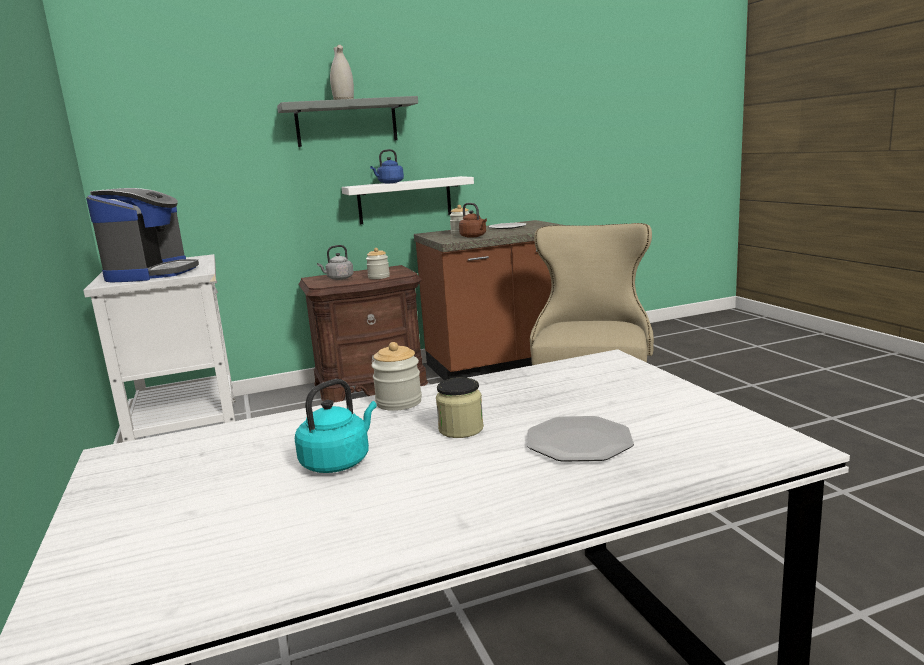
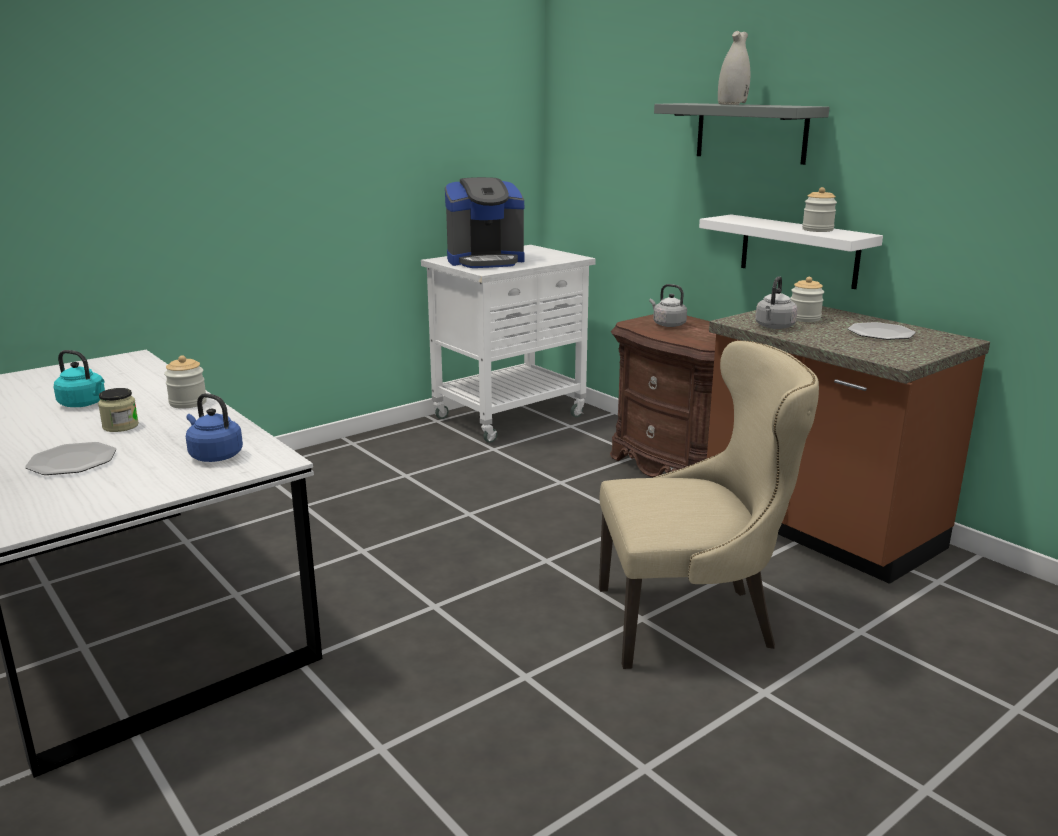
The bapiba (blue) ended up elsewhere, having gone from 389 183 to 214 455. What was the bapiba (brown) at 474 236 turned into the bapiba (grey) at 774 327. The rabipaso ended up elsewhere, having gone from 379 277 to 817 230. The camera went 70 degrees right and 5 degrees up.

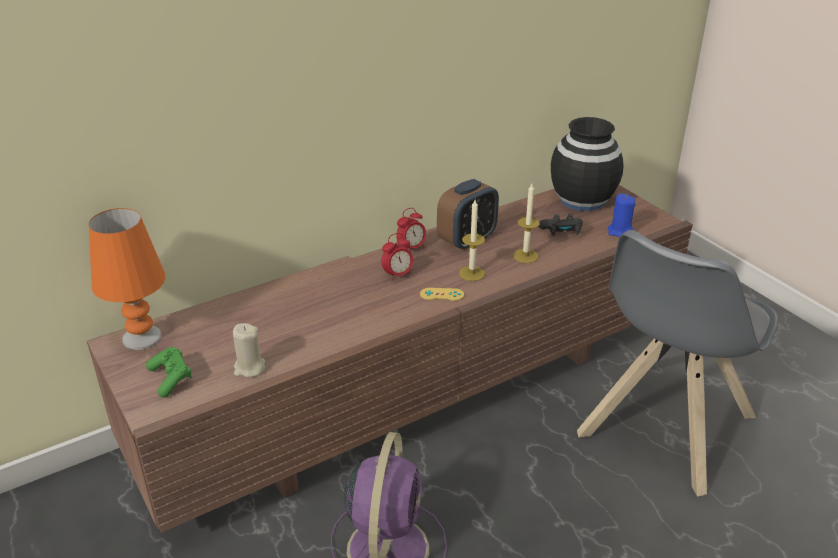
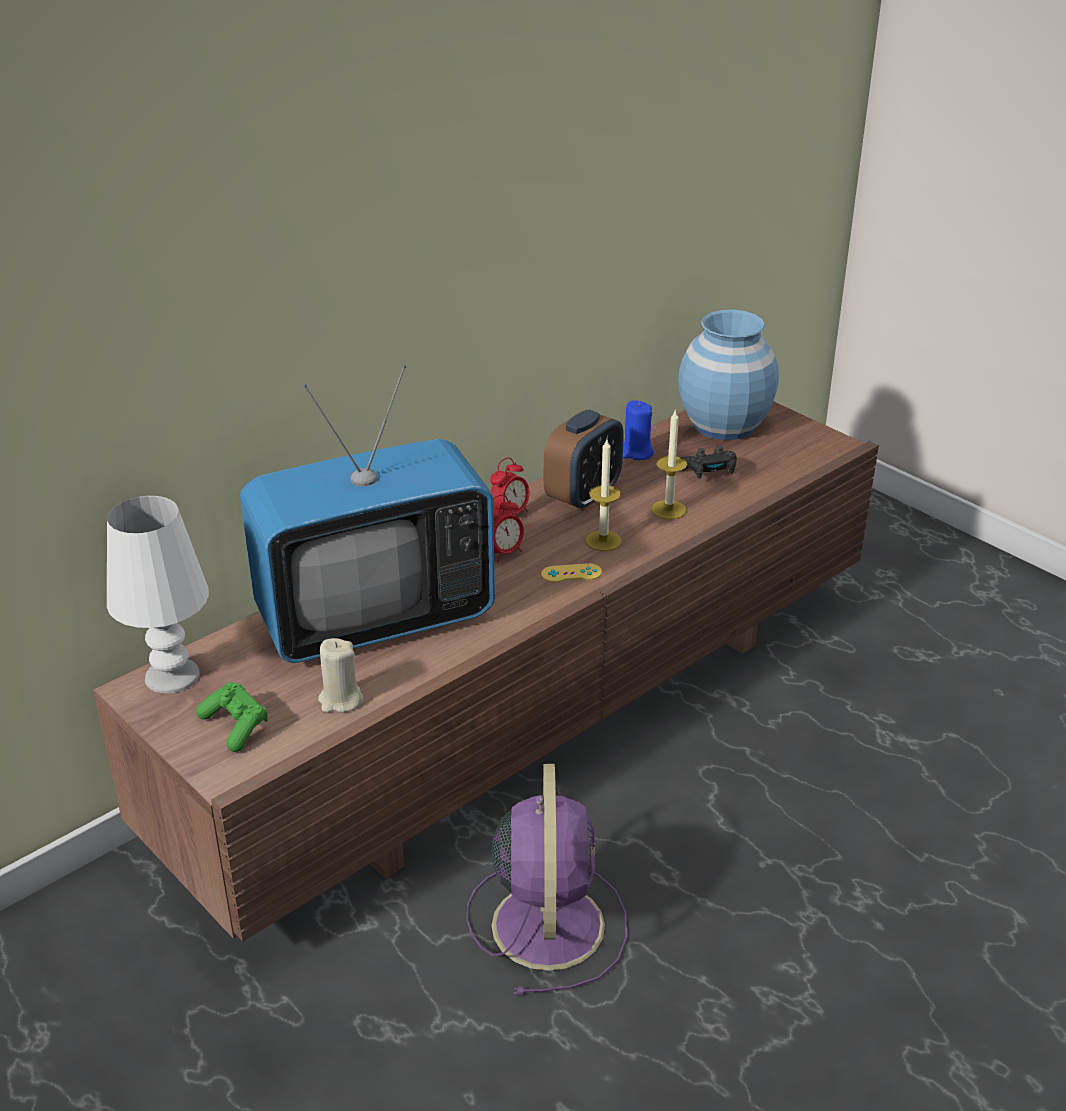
What was the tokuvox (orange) at 142 337 turned into the tokuvox (white) at 173 676. The second view gained the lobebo at 375 619. The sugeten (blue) ended up elsewhere, having gone from 620 232 to 636 452. What was the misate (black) at 582 199 turned into the misate (blue) at 724 424. The second view lost the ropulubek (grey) at 664 428. The camera went 10 degrees left and 0 degrees up.

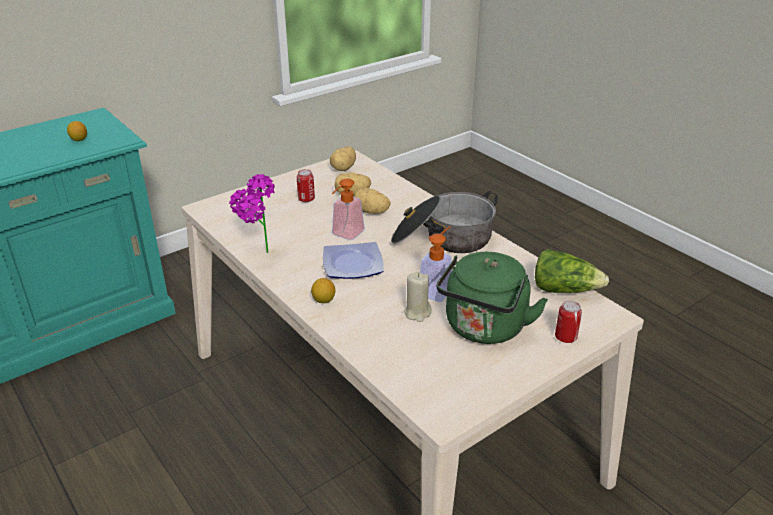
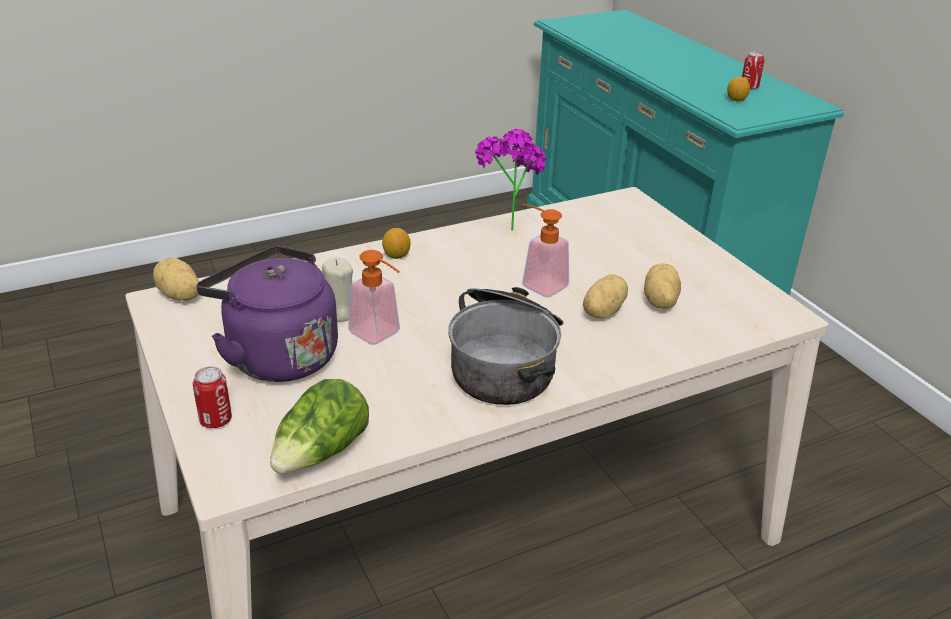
The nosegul ended up elsewhere, having gone from 344 168 to 179 296. What was the bapiba (green) at 484 329 turned into the bapiba (purple) at 277 355. The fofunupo ended up elsewhere, having gone from 306 199 to 749 87. The second view lost the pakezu at 351 264. The camera went 100 degrees right and 0 degrees up.

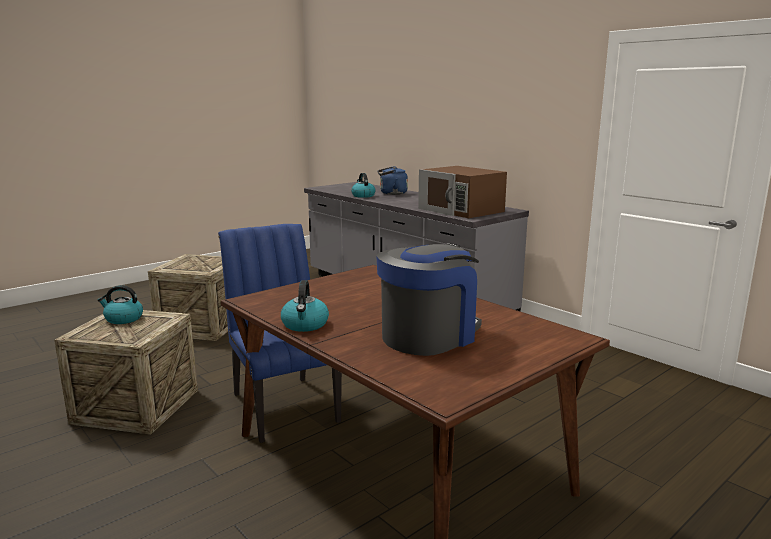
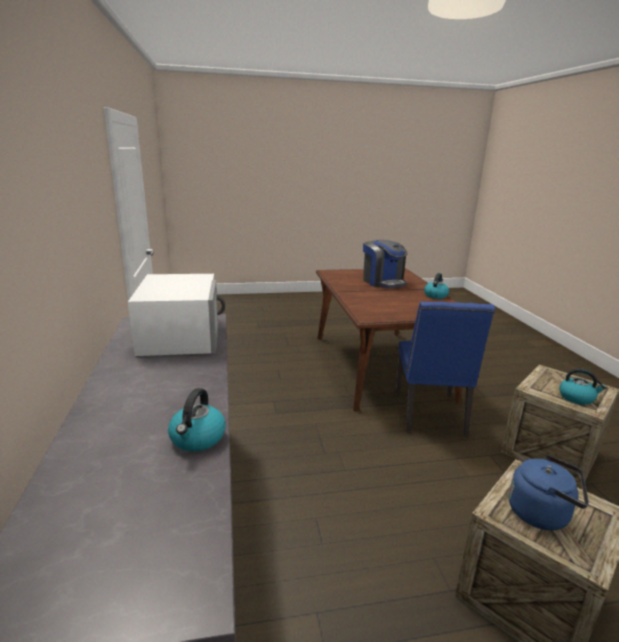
What was the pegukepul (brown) at 461 210 turned into the pegukepul (white) at 181 335. The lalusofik at 429 336 ended up facing another way, 105 degrees counterclockwise from before. The bapiba (blue) ended up elsewhere, having gone from 391 193 to 542 513. The camera went 150 degrees left and 5 degrees up.

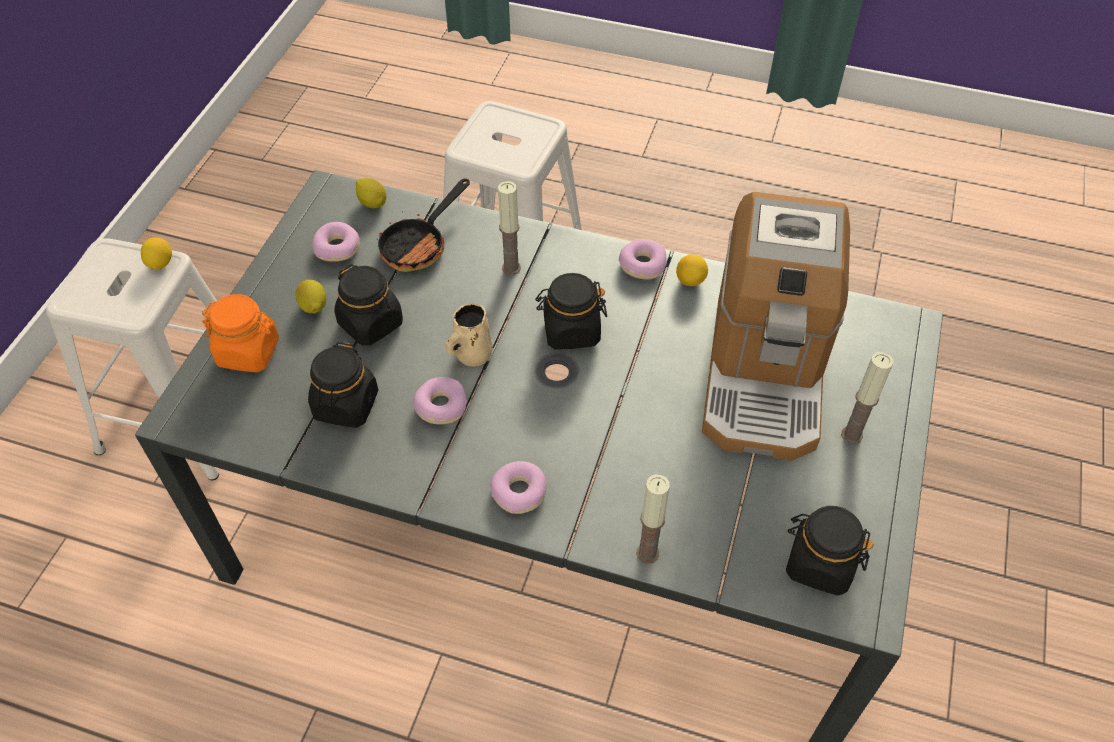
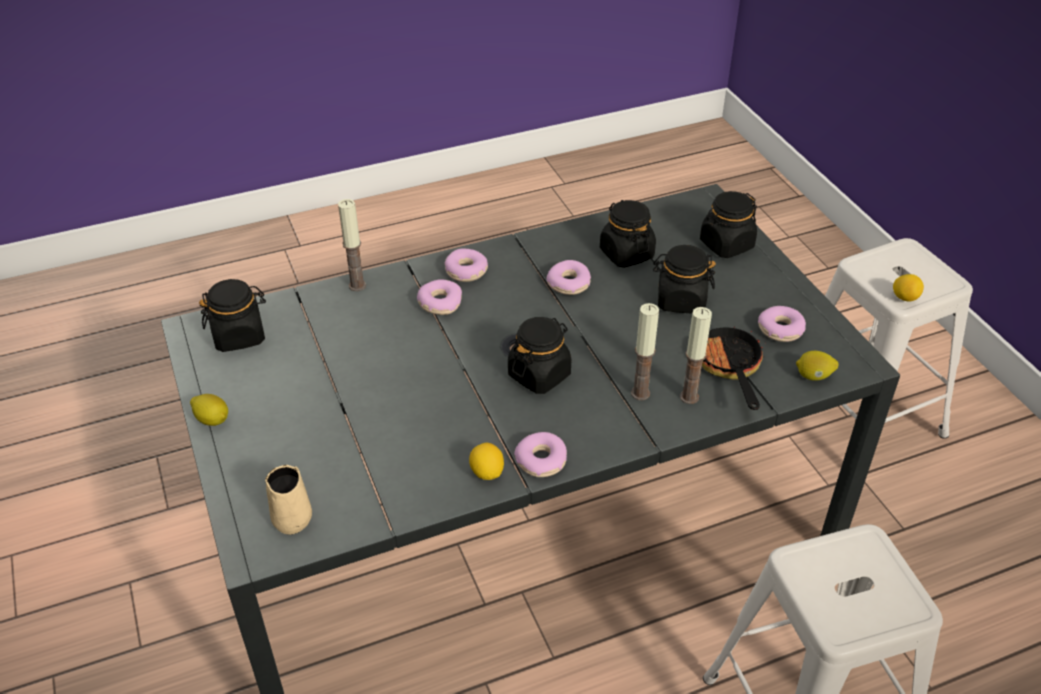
The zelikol ended up elsewhere, having gone from 313 307 to 212 420. The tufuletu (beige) ended up elsewhere, having gone from 471 355 to 293 518. The second view gained the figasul at 440 303. The sugeten ended up elsewhere, having gone from 852 435 to 689 397. What was the rabipaso (orange) at 249 352 turned into the rabipaso (black) at 726 245. The second view lost the lalusofik at 764 373. The camera went 140 degrees right and 10 degrees down.

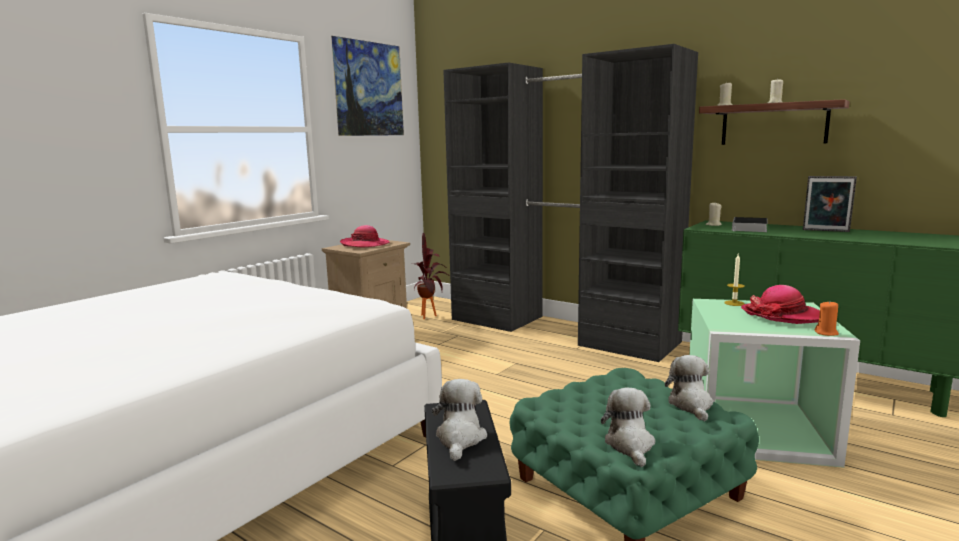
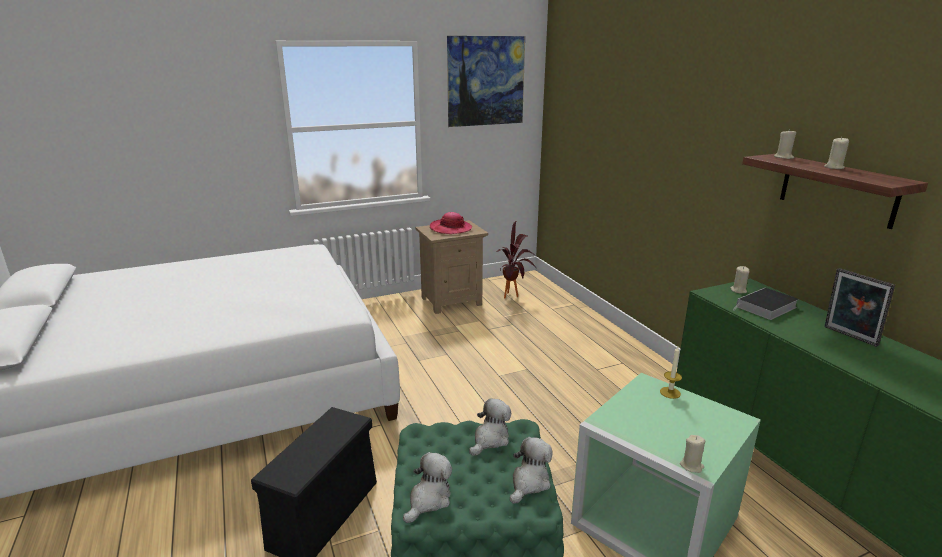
The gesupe ended up elsewhere, having gone from 460 438 to 490 439. What was the sugeten (orange) at 826 333 turned into the sugeten (beige) at 691 466. The second view lost the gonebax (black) at 559 330. The second view lost the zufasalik at 782 315. The camera went 30 degrees right and 10 degrees up.

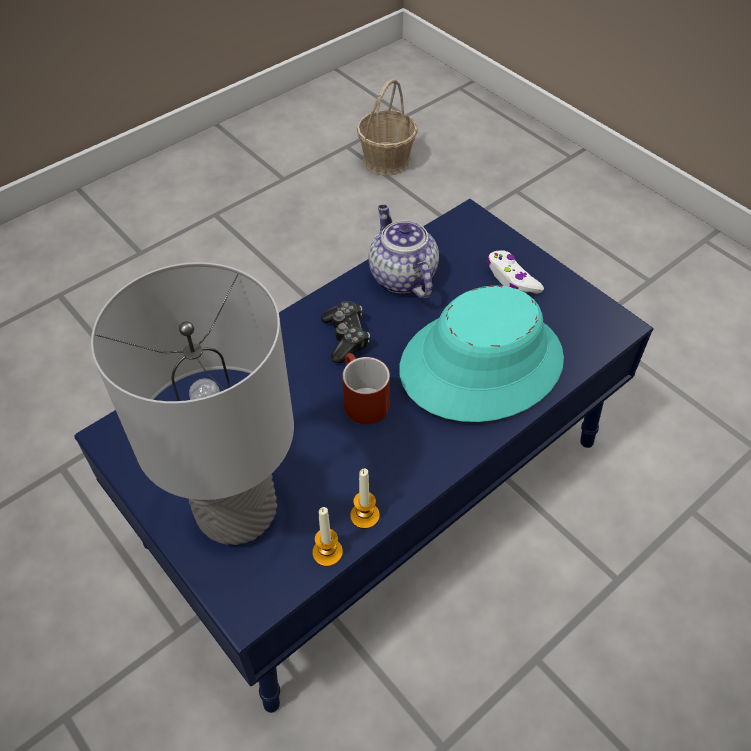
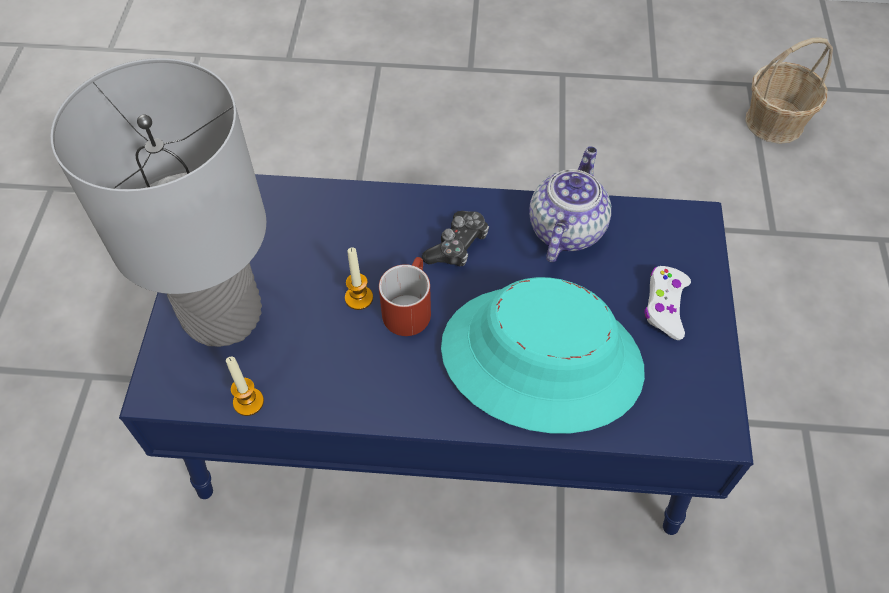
The sugeten ended up elsewhere, having gone from 364 516 to 359 298. The camera went 45 degrees right and 5 degrees up.

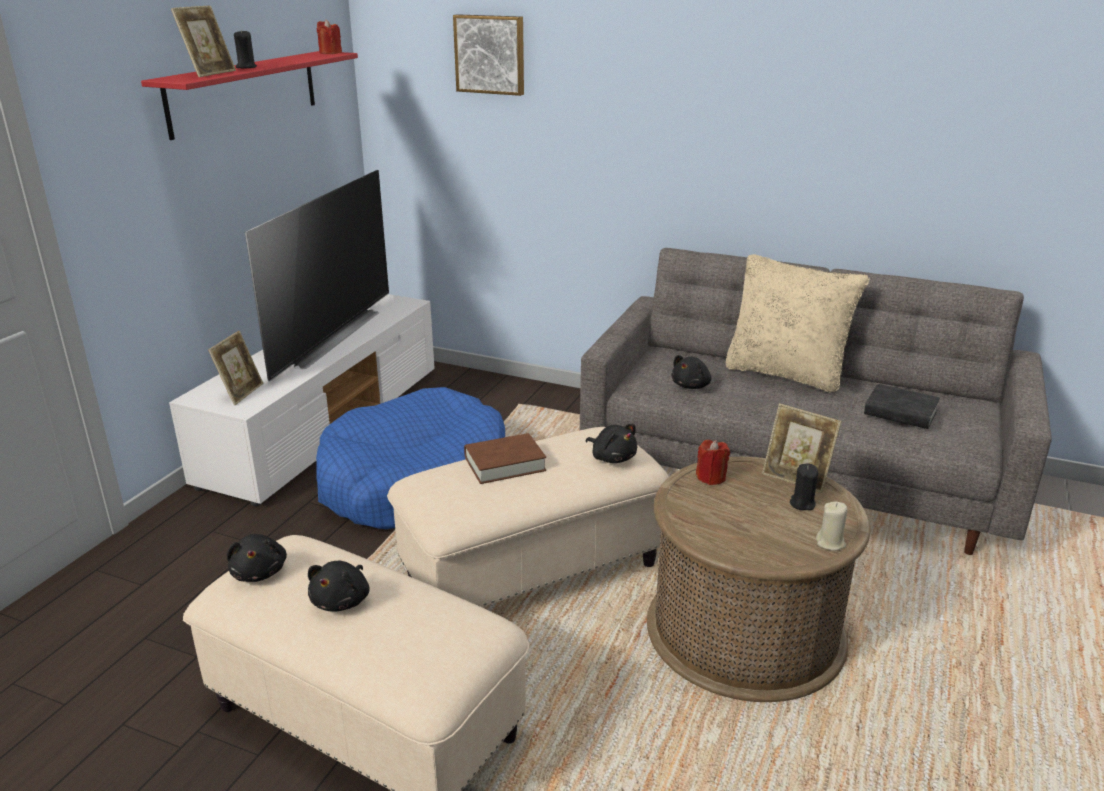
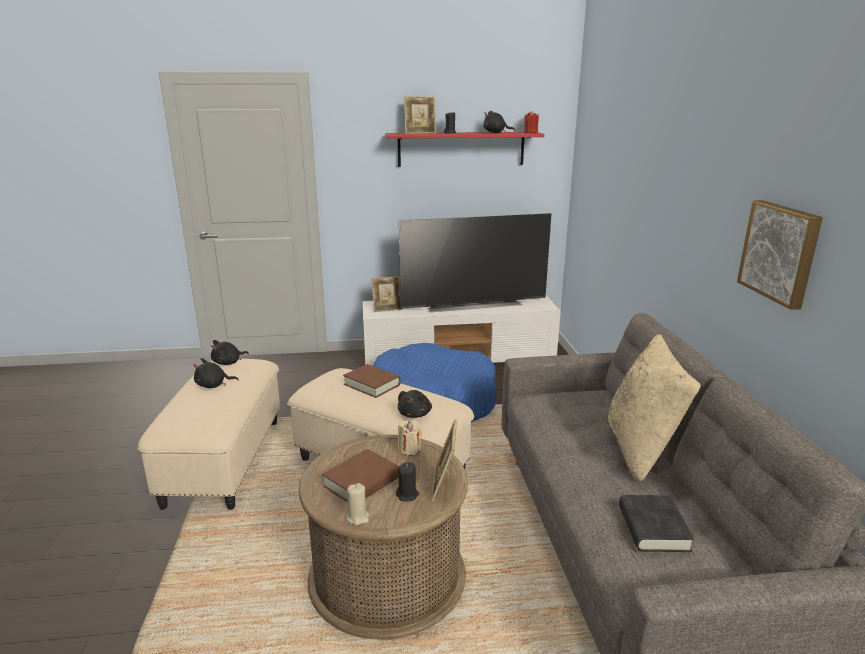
The second view gained the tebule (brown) at 361 482. What was the sugeten (red) at 711 477 turned into the sugeten (beige) at 409 449. The gesupe (black) ended up elsewhere, having gone from 692 386 to 496 132. The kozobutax ended up elsewhere, having gone from 490 54 to 780 252. The camera went 60 degrees right and 5 degrees down.

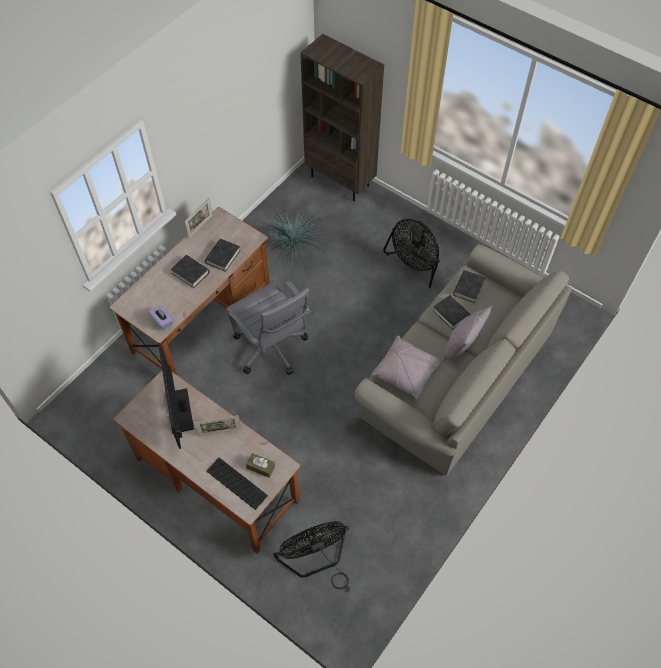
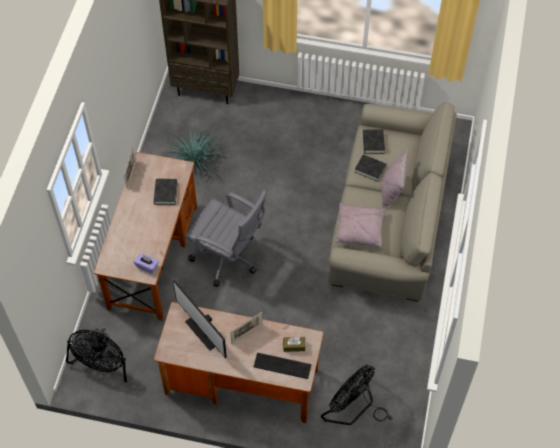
The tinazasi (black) ended up elsewhere, having gone from 414 262 to 101 360. The second view lost the tebule (black) at 190 273. The camera went 25 degrees left and 0 degrees up.

